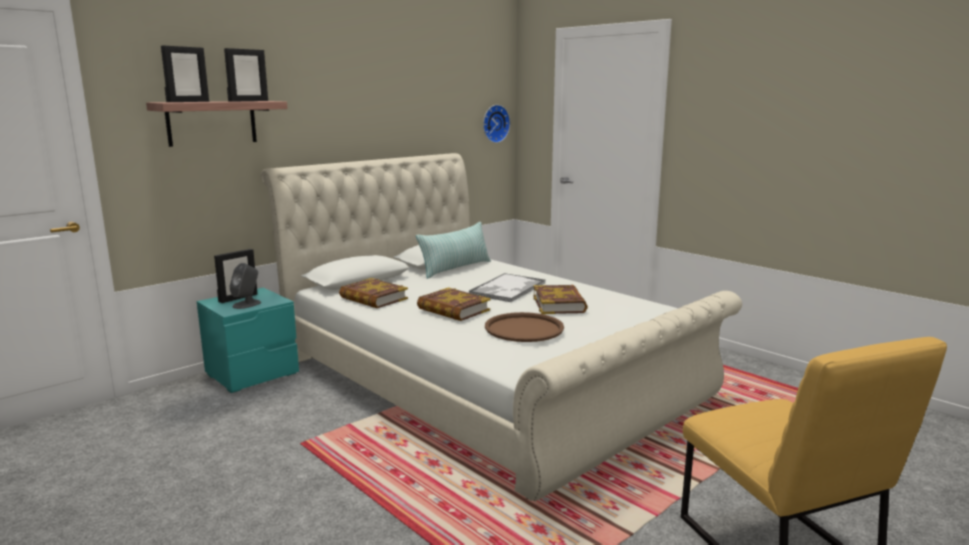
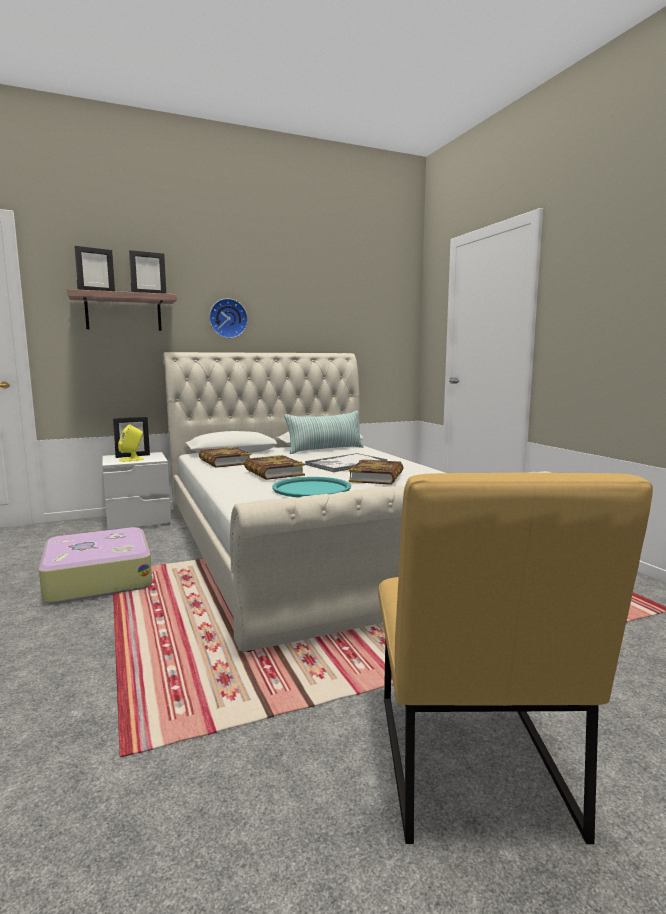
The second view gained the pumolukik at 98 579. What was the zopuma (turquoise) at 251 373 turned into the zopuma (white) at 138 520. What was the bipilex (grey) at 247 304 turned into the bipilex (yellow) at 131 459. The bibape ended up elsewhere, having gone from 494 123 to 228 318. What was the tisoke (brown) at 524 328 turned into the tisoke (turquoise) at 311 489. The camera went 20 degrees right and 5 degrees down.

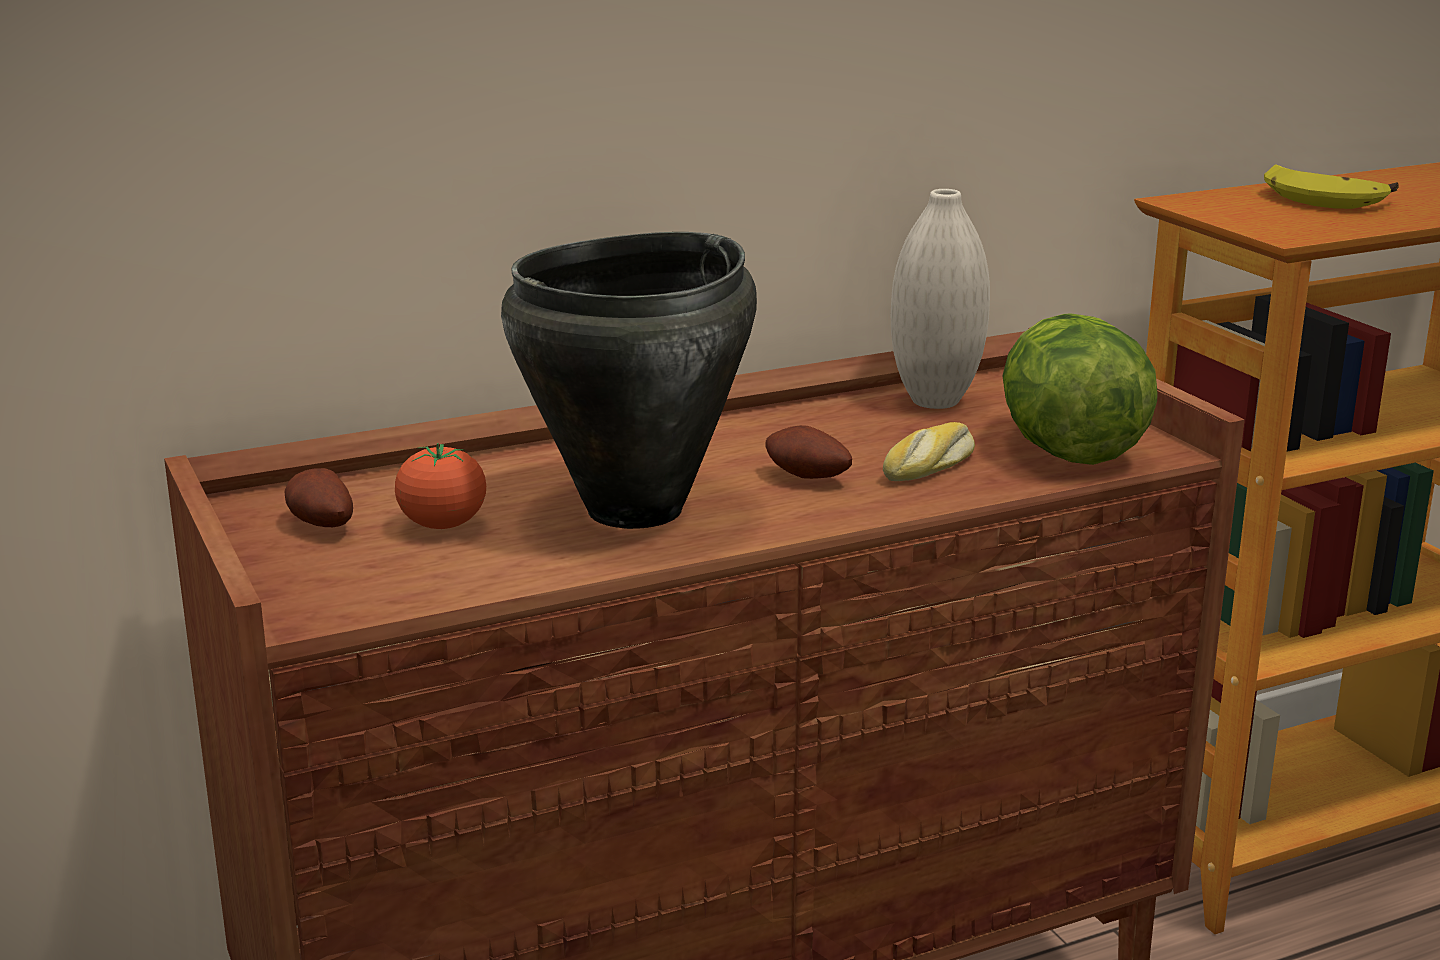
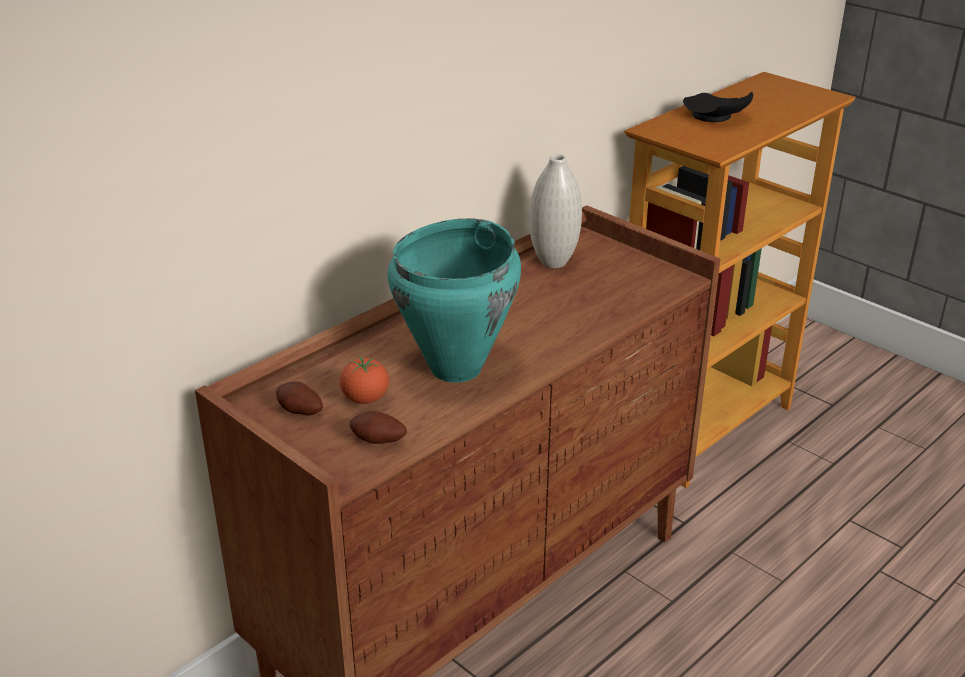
The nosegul ended up elsewhere, having gone from 806 479 to 378 442. What was the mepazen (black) at 637 510 turned into the mepazen (turquoise) at 457 368. Where the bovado stood at 1327 198, the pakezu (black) came to stand at 715 118. The second view lost the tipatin at 932 467. The second view lost the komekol at 1068 450. The camera went 20 degrees left and 10 degrees up.

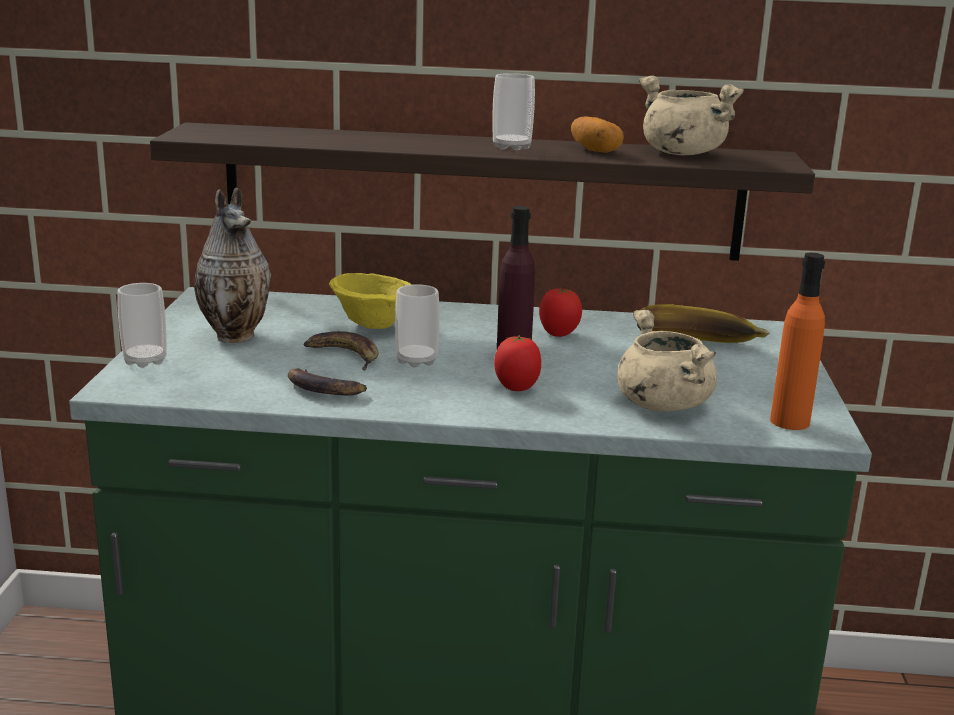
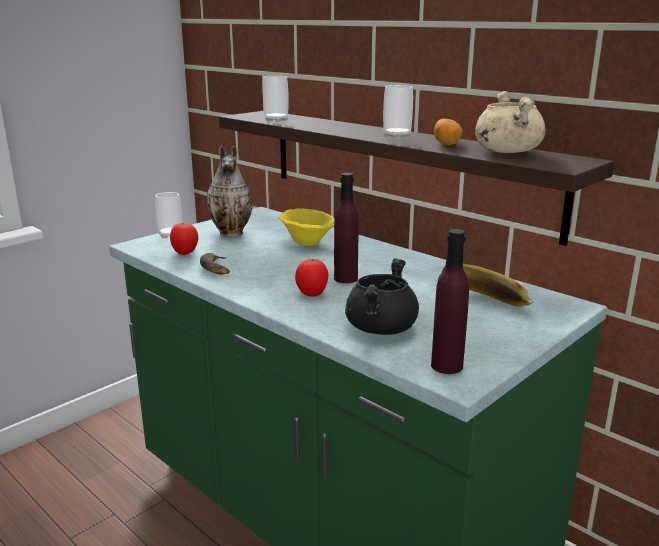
The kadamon ended up elsewhere, having gone from 558 334 to 185 253. The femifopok ended up elsewhere, having gone from 416 360 to 276 120. What was the mepazen (beige) at 661 403 turned into the mepazen (black) at 380 328. What was the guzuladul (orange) at 790 421 turned into the guzuladul (purple) at 447 366. The second view lost the bovado at 343 355. The camera went 40 degrees right and 0 degrees up.

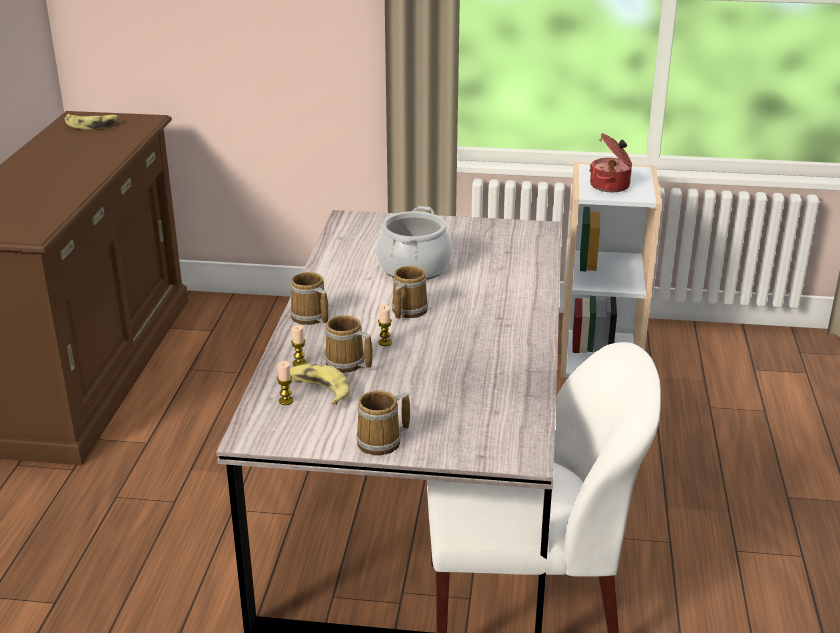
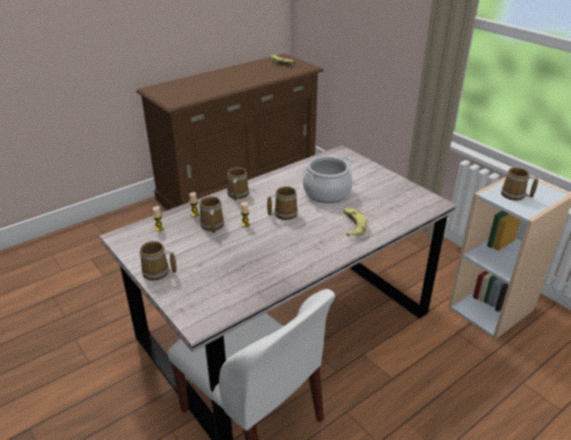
The bovado ended up elsewhere, having gone from 318 390 to 352 226. Where the mepazen stood at 611 186, the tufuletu came to stand at 514 195. The camera went 45 degrees right and 5 degrees up.

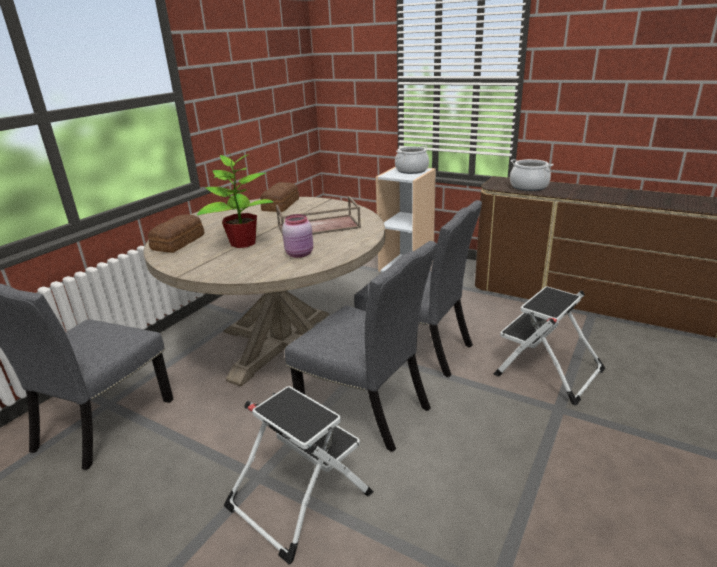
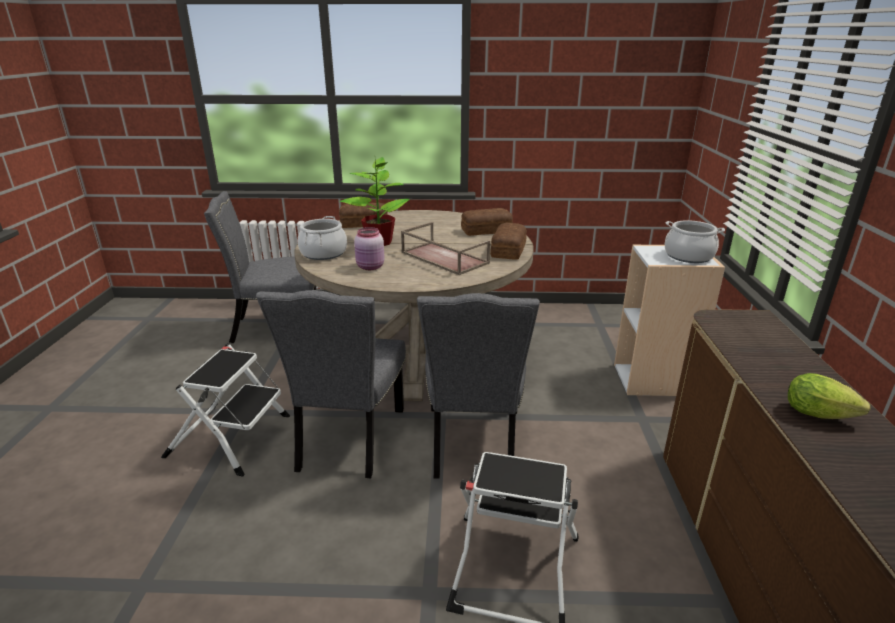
The mepazen ended up elsewhere, having gone from 529 187 to 323 253. The second view gained the tipatin at 507 250. The second view gained the komekol at 822 415. The camera went 60 degrees right and 0 degrees up.

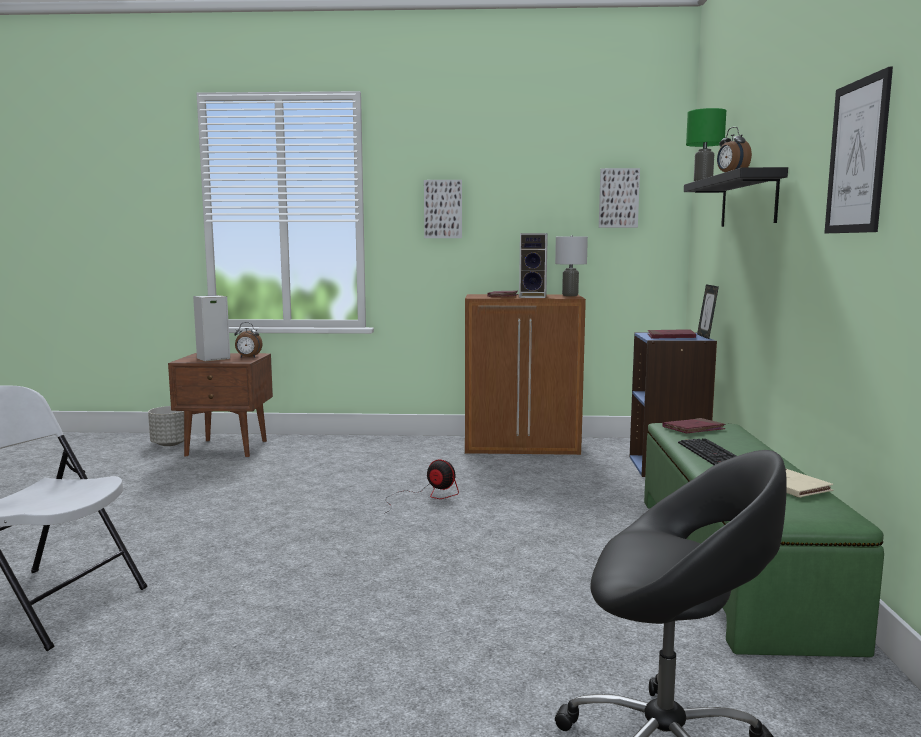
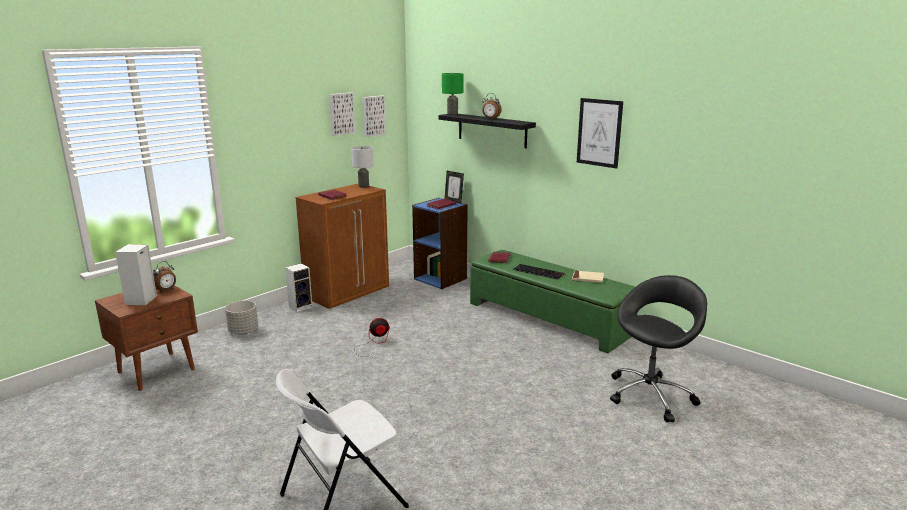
The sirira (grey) ended up elsewhere, having gone from 170 444 to 243 331. The bipilex ended up elsewhere, having gone from 534 297 to 301 307. The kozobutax ended up elsewhere, having gone from 443 209 to 341 113. The camera went 50 degrees left and 10 degrees up.

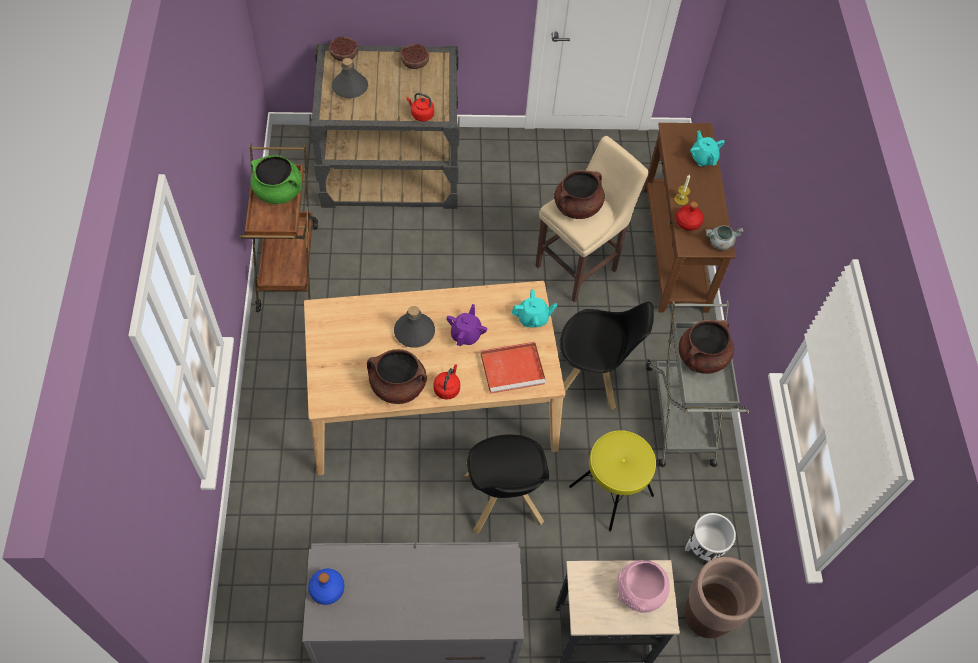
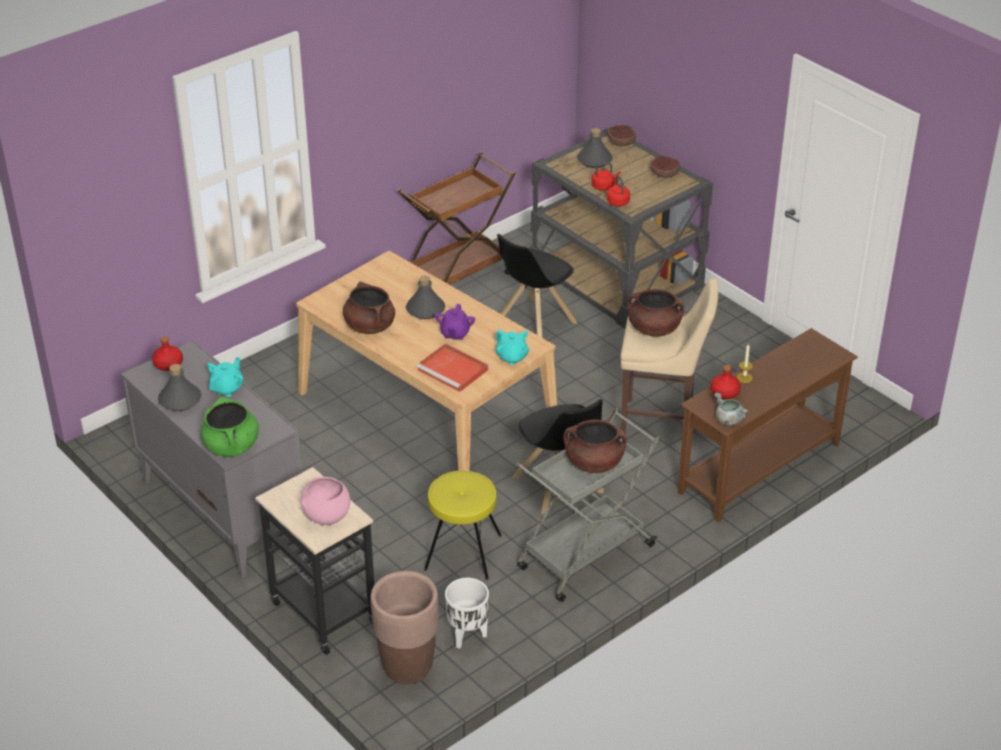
What was the guzuladul (blue) at 327 588 turned into the guzuladul (red) at 168 364. The second view gained the guzuladul (grey) at 180 400. The mepazen (green) ended up elsewhere, having gone from 279 192 to 231 446. The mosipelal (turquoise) ended up elsewhere, having gone from 703 158 to 227 388. The mosipelal (purple) at 466 334 ended up facing another way, 120 degrees clockwise from before. The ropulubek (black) ended up elsewhere, having gone from 503 501 to 533 324. The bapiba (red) ended up elsewhere, having gone from 447 388 to 604 186. The camera went 55 degrees right and 20 degrees down.

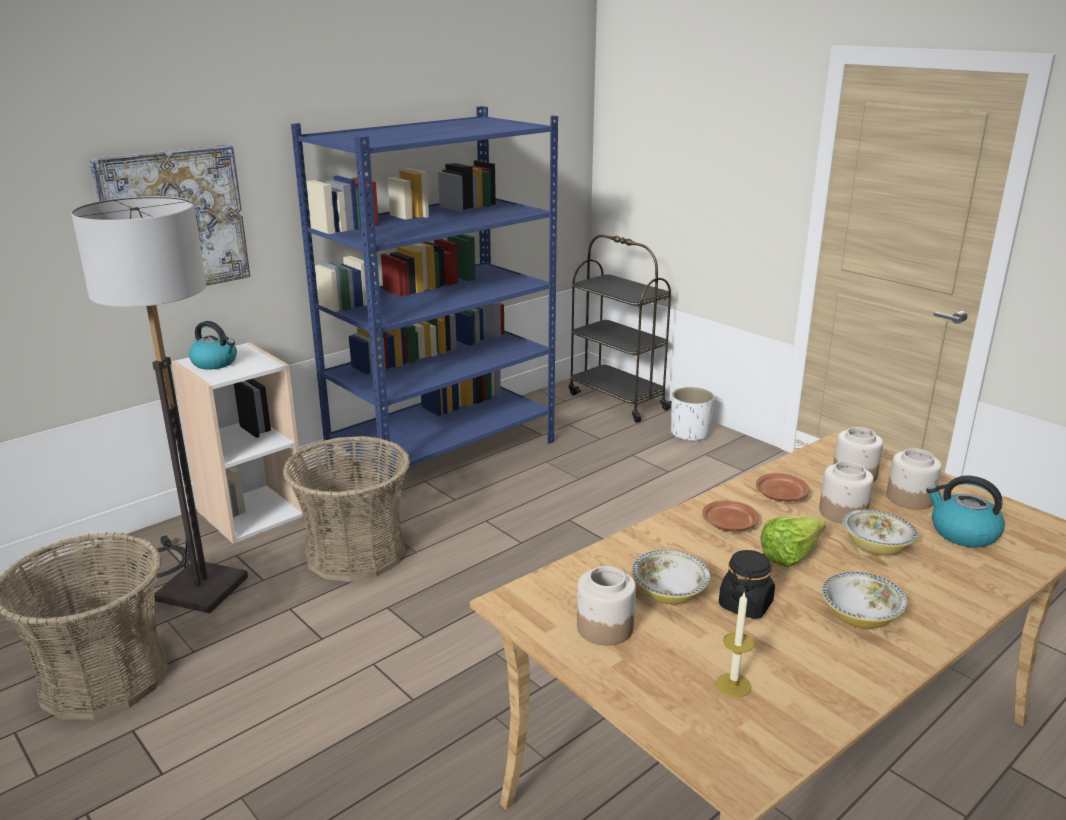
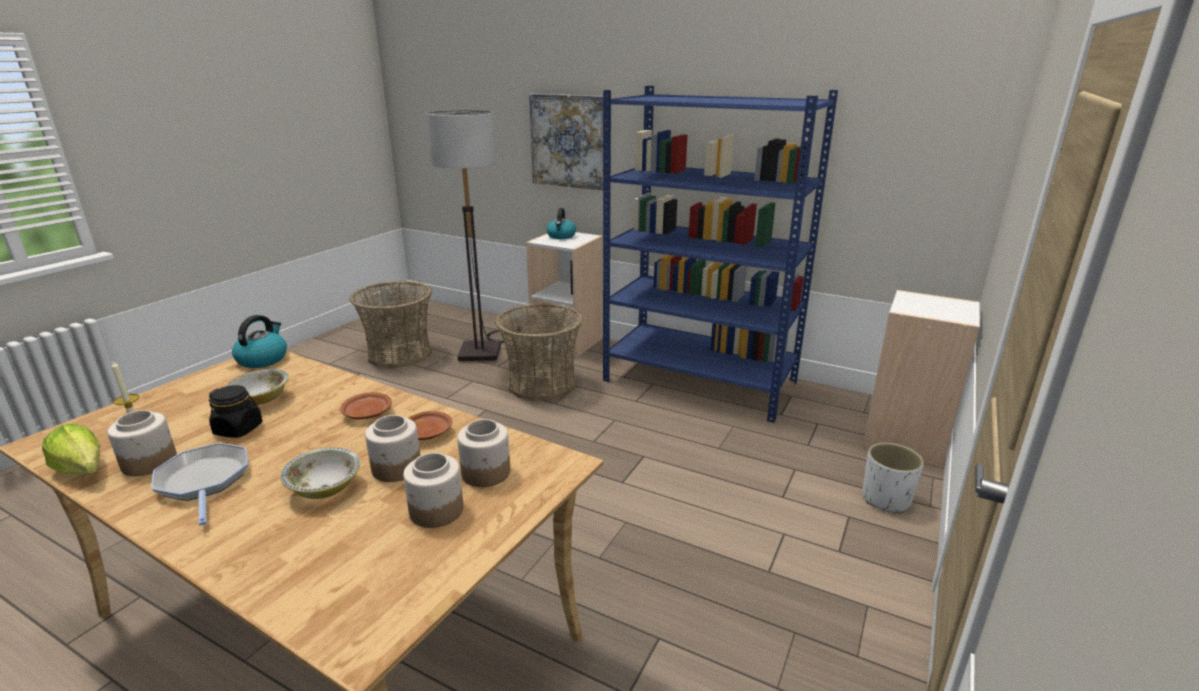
The komekol ended up elsewhere, having gone from 795 554 to 84 474. The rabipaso ended up elsewhere, having gone from 604 627 to 150 462. Where the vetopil stood at 859 617, the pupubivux came to stand at 204 482. The bapiba ended up elsewhere, having gone from 962 533 to 263 359. Where the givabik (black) stood at 617 401, the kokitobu came to stand at 904 440. The camera went 70 degrees right and 0 degrees up.

